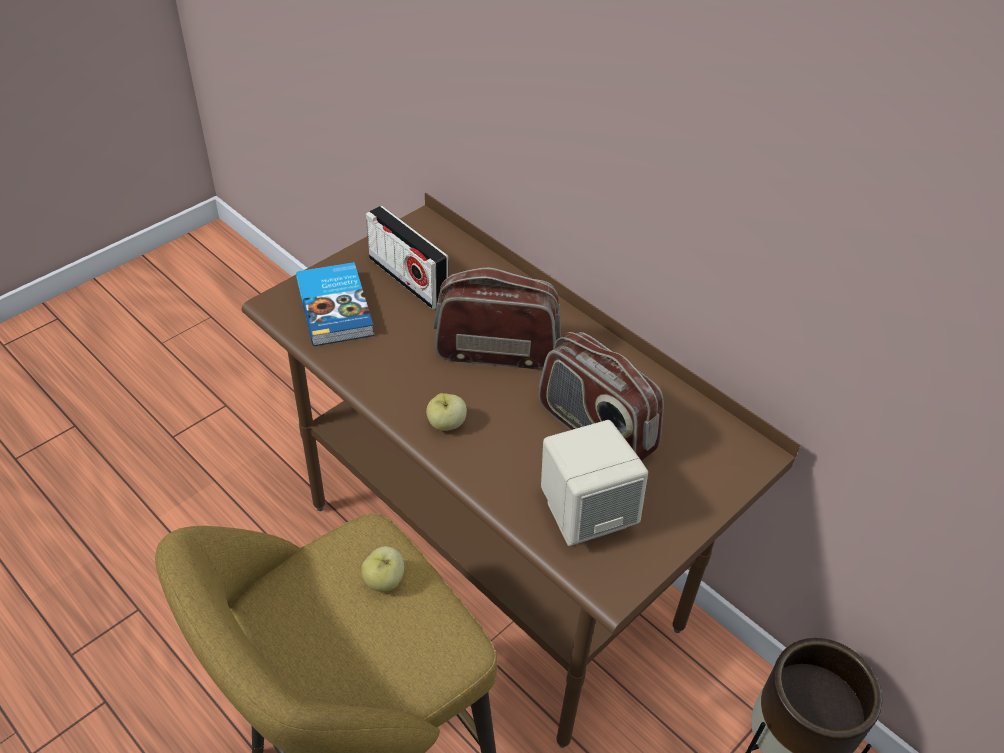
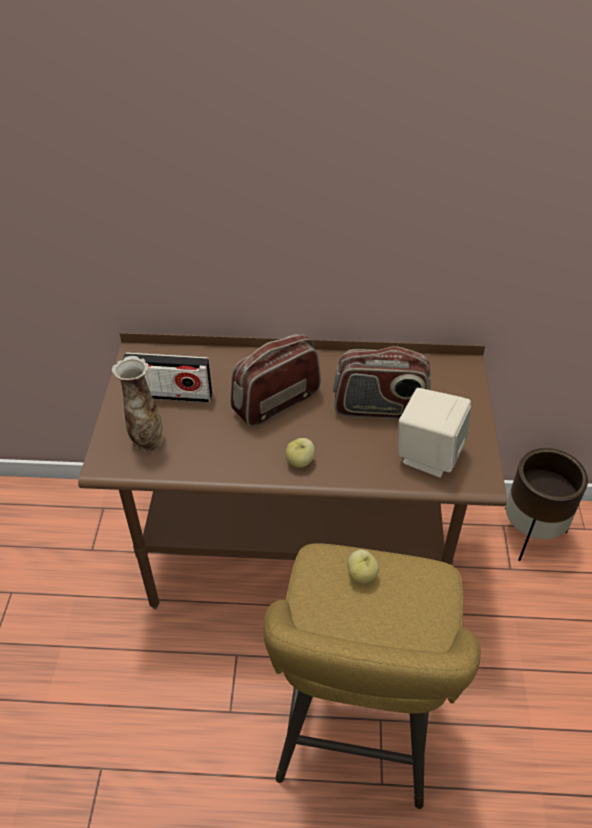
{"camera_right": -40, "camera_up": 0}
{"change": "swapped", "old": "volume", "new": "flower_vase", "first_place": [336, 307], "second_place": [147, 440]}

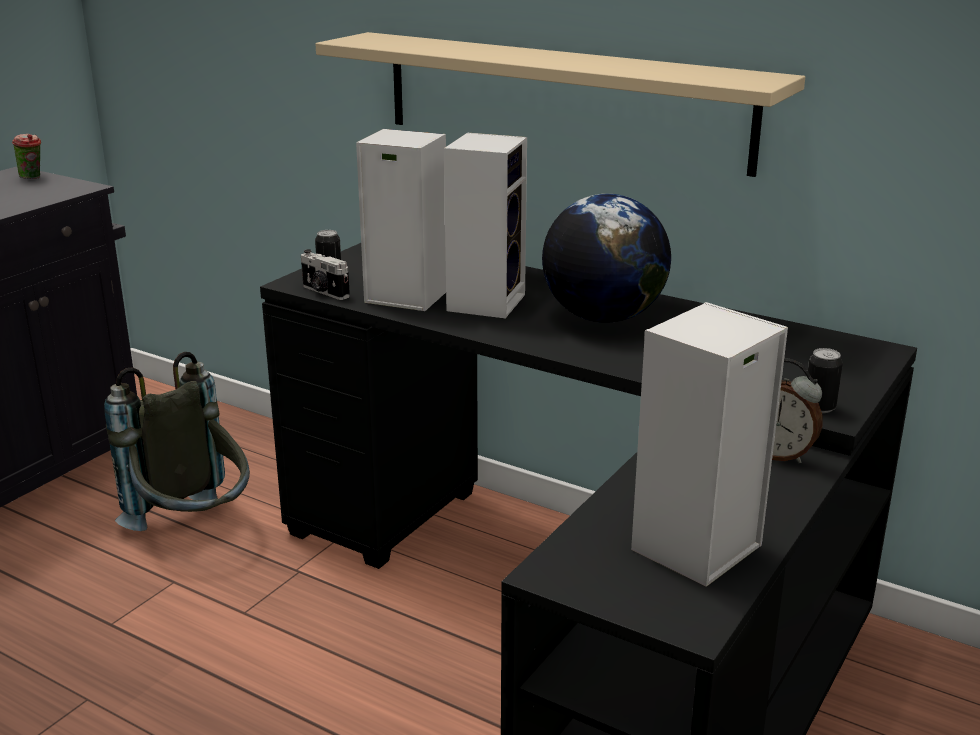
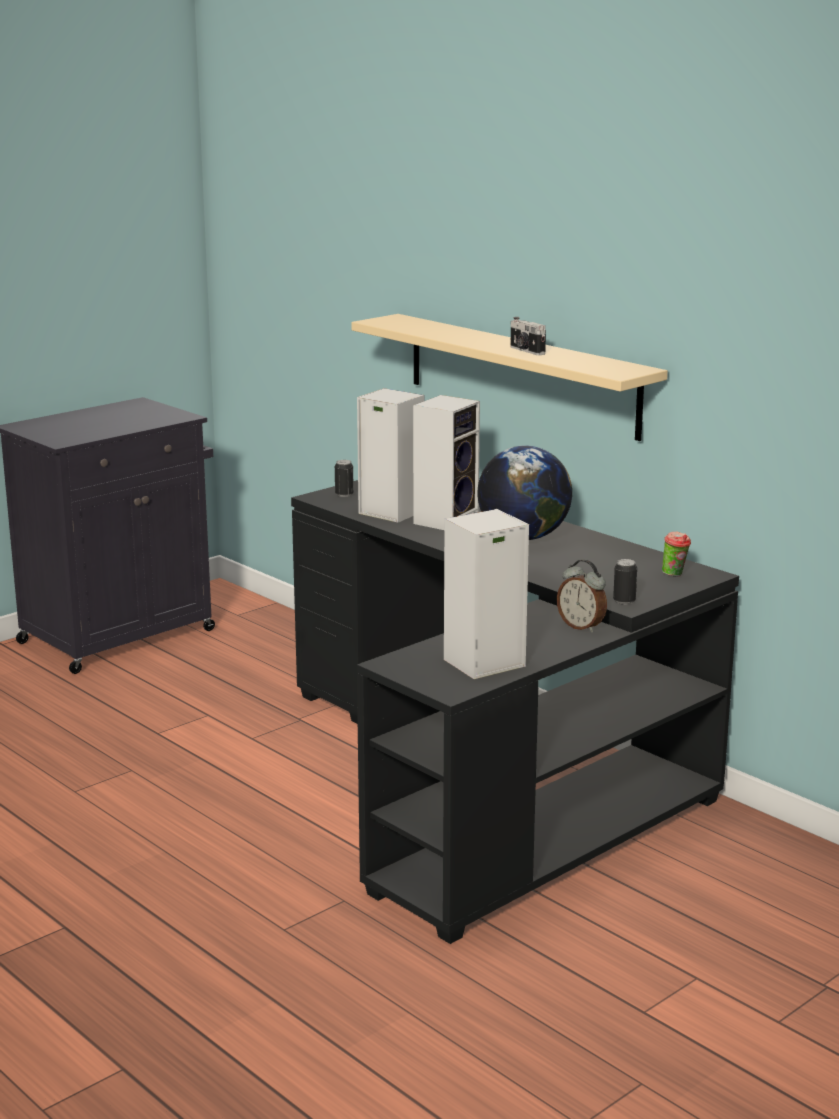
{"camera_right": 15, "camera_up": -5}
{"change": "shifted", "old": "photo_camera", "first_place": [324, 292], "second_place": [526, 351]}
{"change": "shifted", "old": "cup", "first_place": [33, 178], "second_place": [675, 575]}
{"change": "gone", "old": "grey_rucksack", "first_place": [194, 530]}

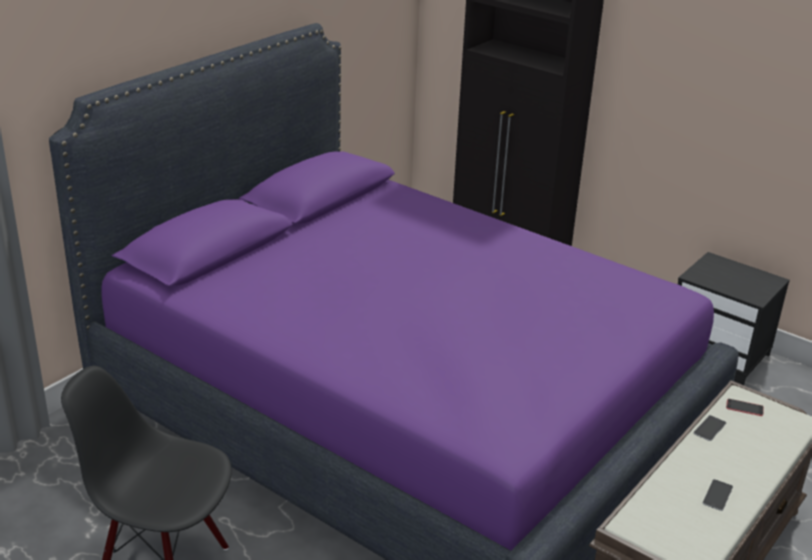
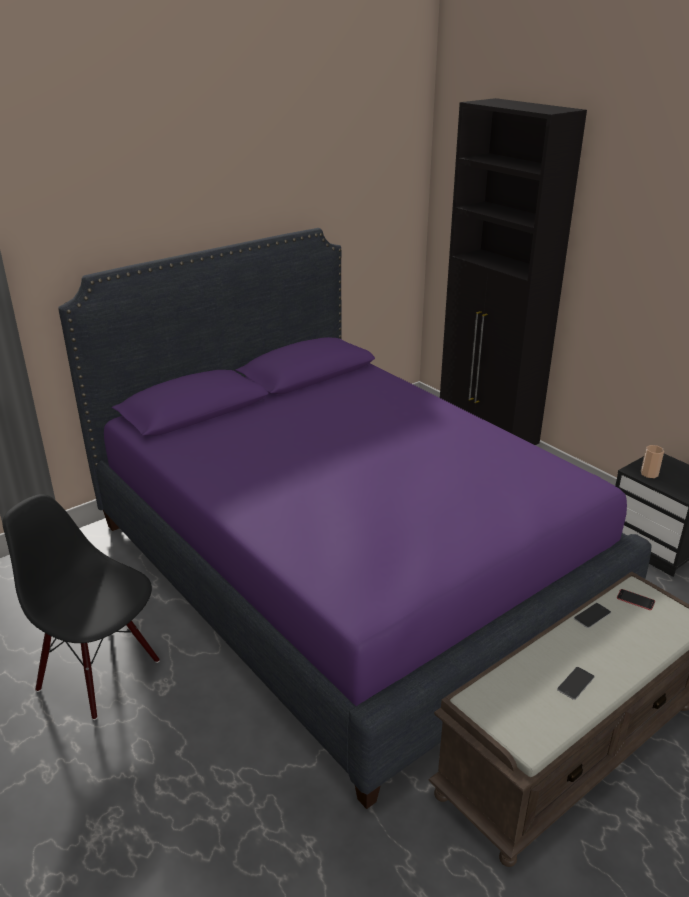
{"camera_right": 15, "camera_up": 0}
{"change": "new", "new": "cup", "second_place": [649, 473]}

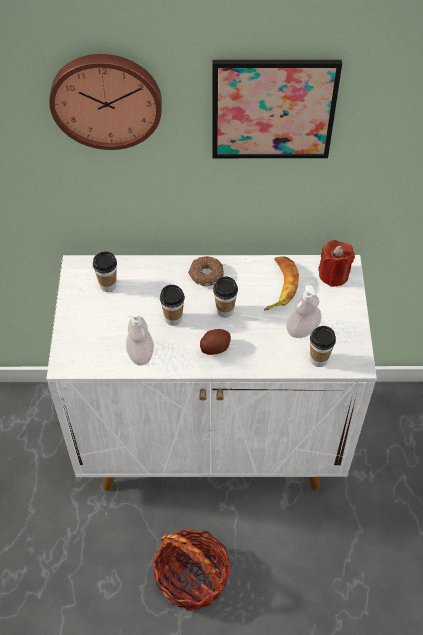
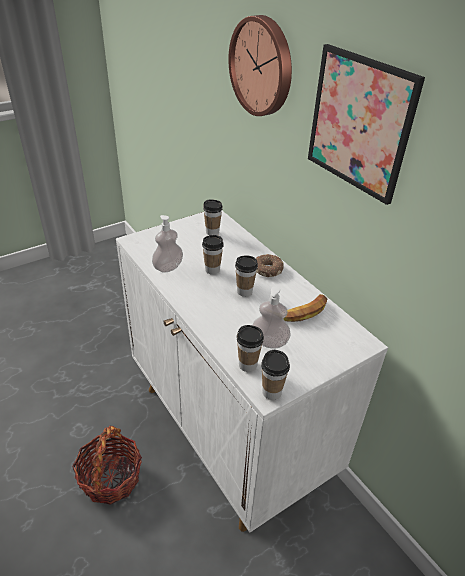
{"camera_right": 55, "camera_up": -15}
{"change": "new", "new": "cup", "second_place": [271, 392]}
{"change": "gone", "old": "whole_potato", "first_place": [215, 347]}
{"change": "gone", "old": "reddish_candle", "first_place": [333, 274]}

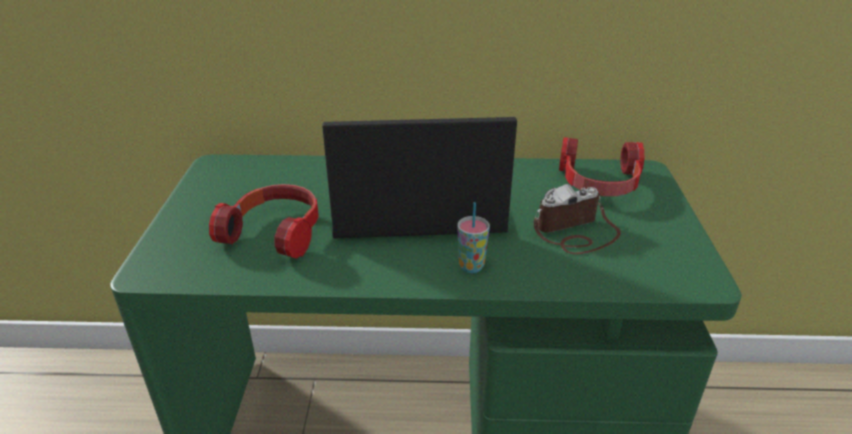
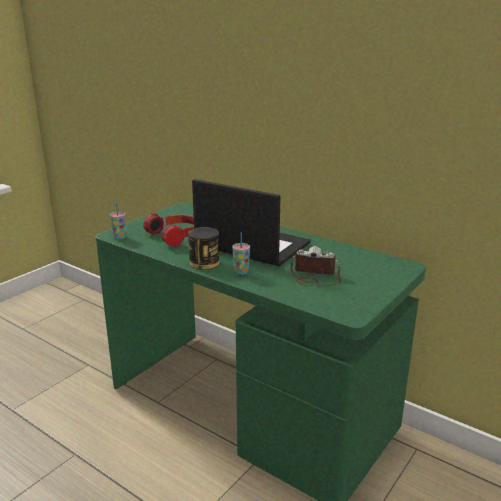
{"camera_right": 35, "camera_up": -10}
{"change": "new", "new": "cup", "second_place": [120, 237]}
{"change": "new", "new": "can", "second_place": [204, 263]}
{"change": "gone", "old": "pair_of_headphones", "first_place": [599, 183]}

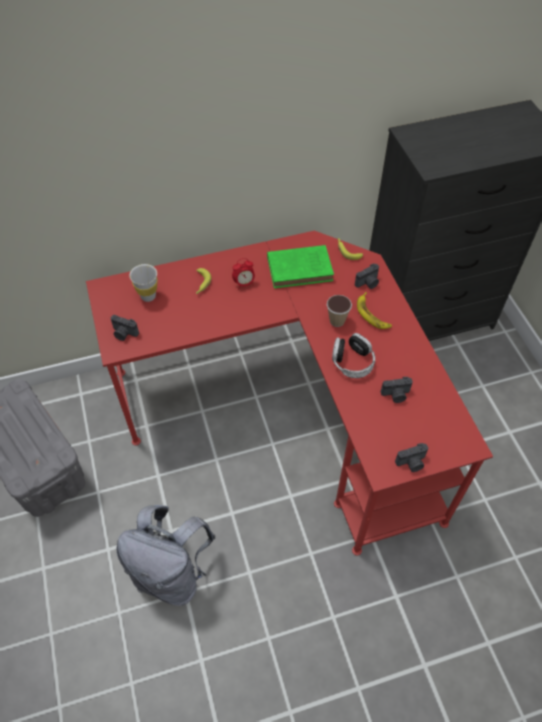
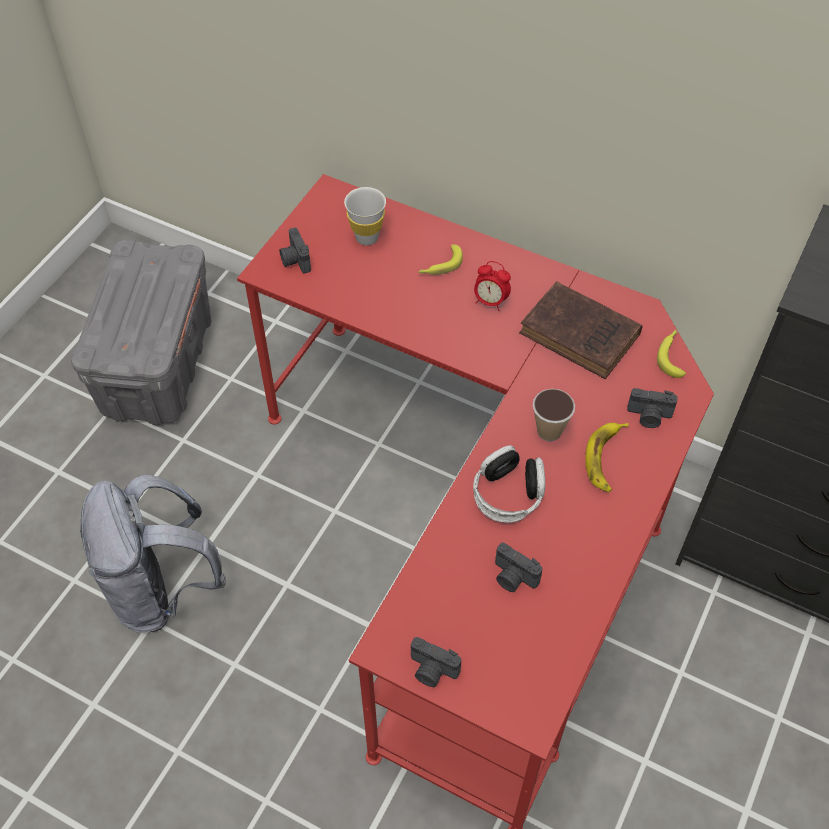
{"camera_right": 45, "camera_up": 0}
{"change": "repainted", "old": "greenish_volume", "new": "brownish_volume", "first_place": [301, 269], "second_place": [582, 335]}

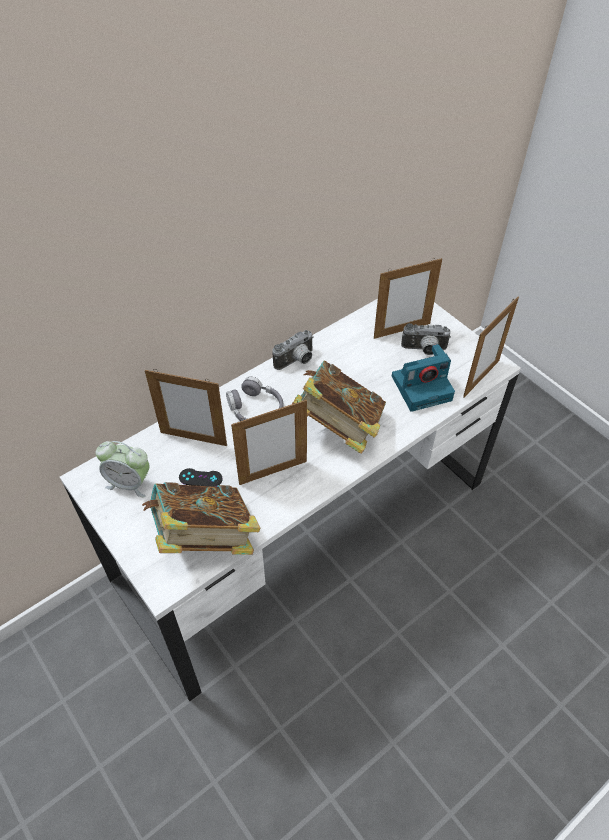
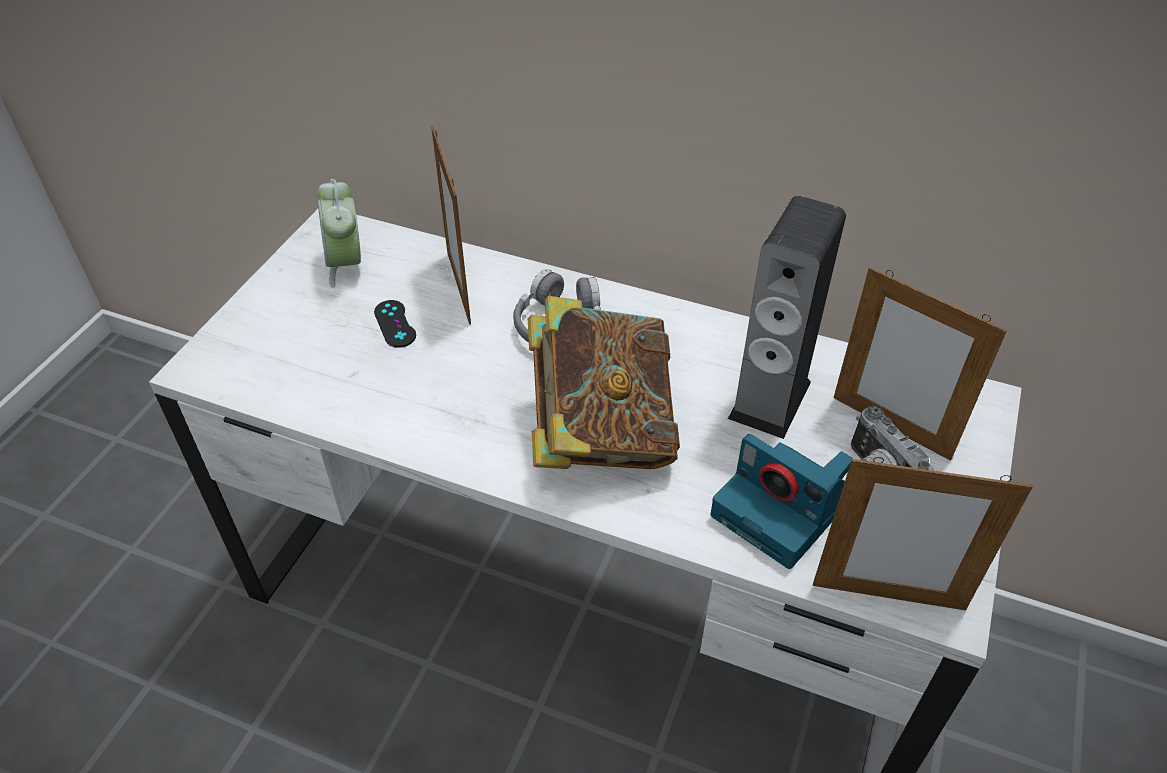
{"camera_right": 60, "camera_up": -5}
{"change": "new", "new": "speaker", "second_place": [770, 400]}
{"change": "gone", "old": "volume", "first_place": [204, 538]}
{"change": "gone", "old": "picture_frame", "first_place": [273, 472]}
{"change": "gone", "old": "photo_camera", "first_place": [296, 361]}

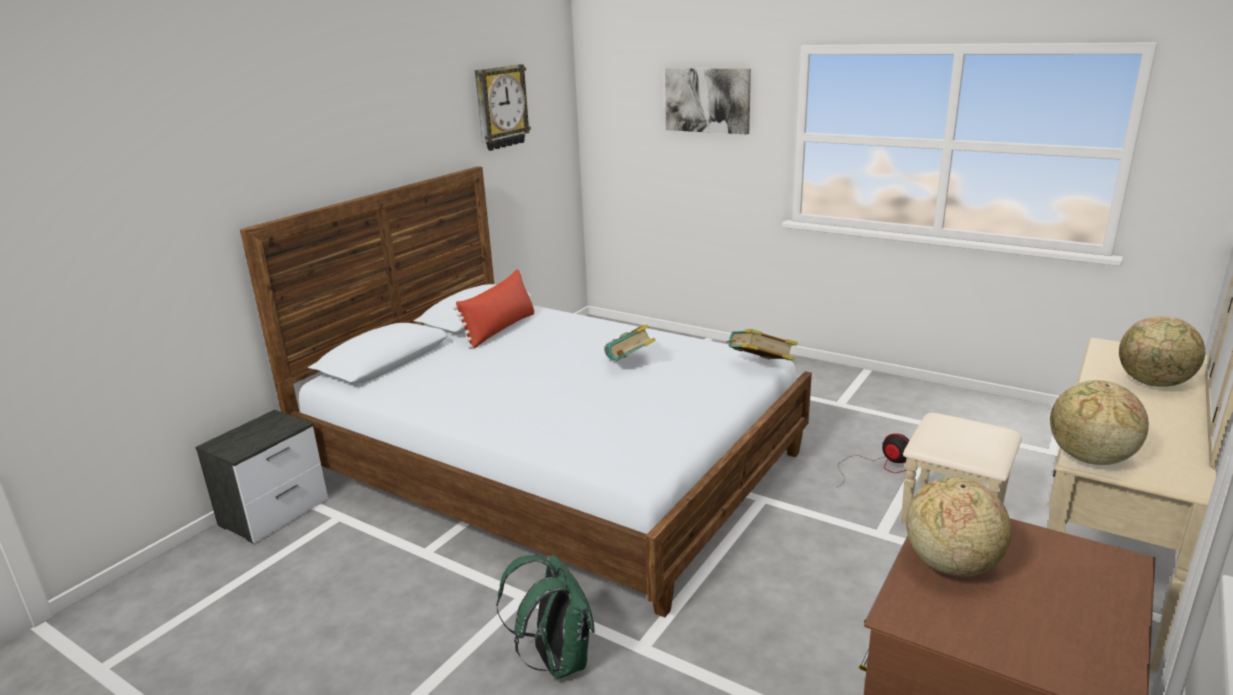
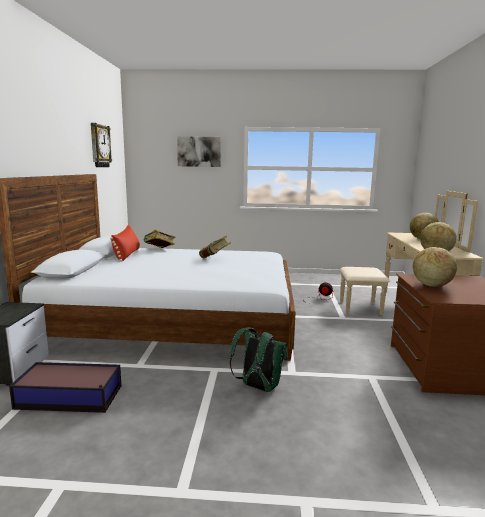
{"camera_right": -30, "camera_up": -10}
{"change": "new", "new": "storage_box", "second_place": [70, 397]}
{"change": "shifted", "old": "volume", "first_place": [759, 366], "second_place": [159, 250]}

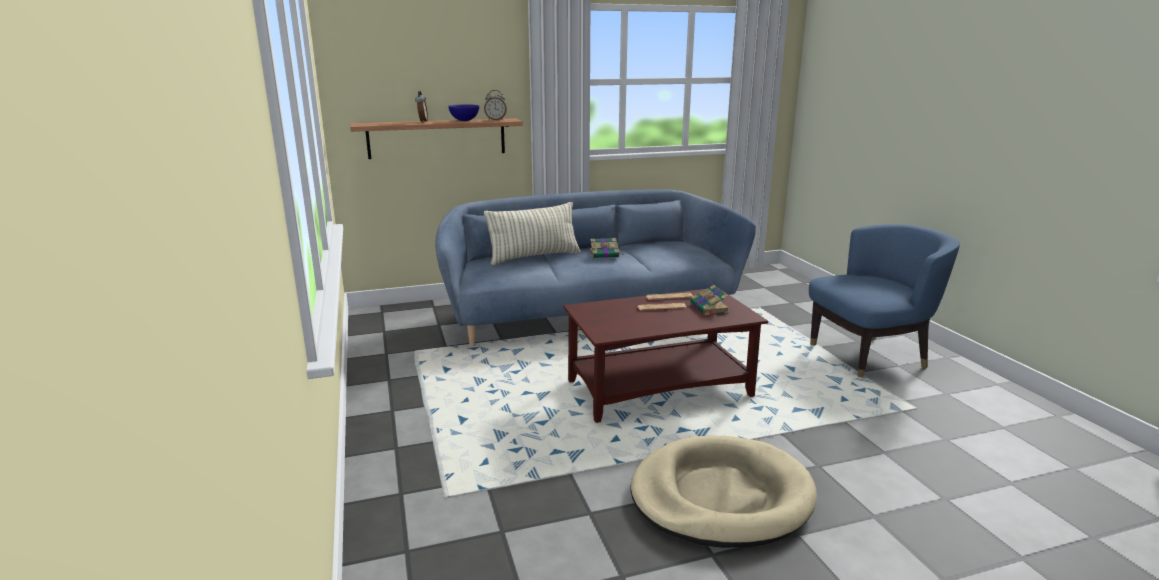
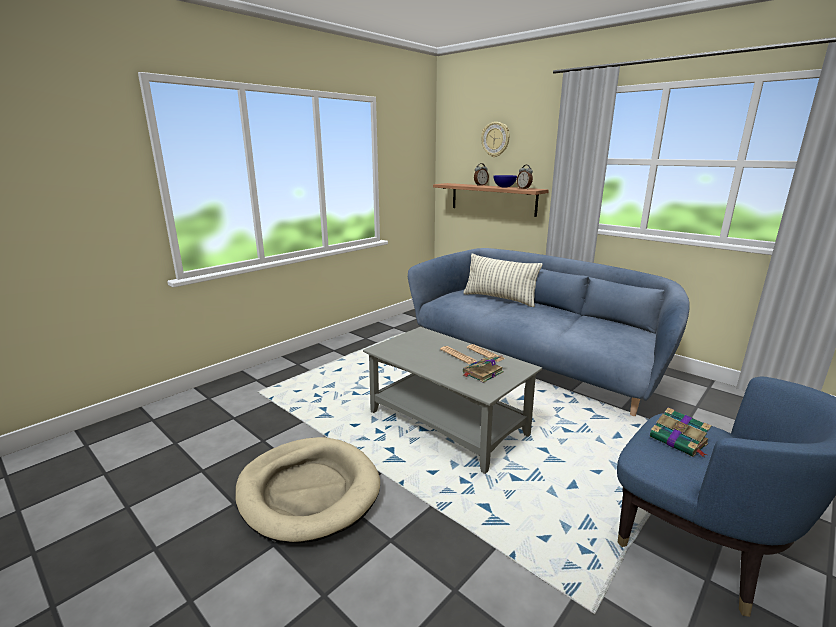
{"camera_right": 60, "camera_up": 0}
{"change": "repainted", "old": "brownish_lounge_table", "new": "grey_lounge_table", "first_place": [660, 388], "second_place": [448, 424]}
{"change": "new", "new": "wall_clock", "second_place": [495, 139]}
{"change": "shifted", "old": "volume", "first_place": [605, 254], "second_place": [679, 441]}

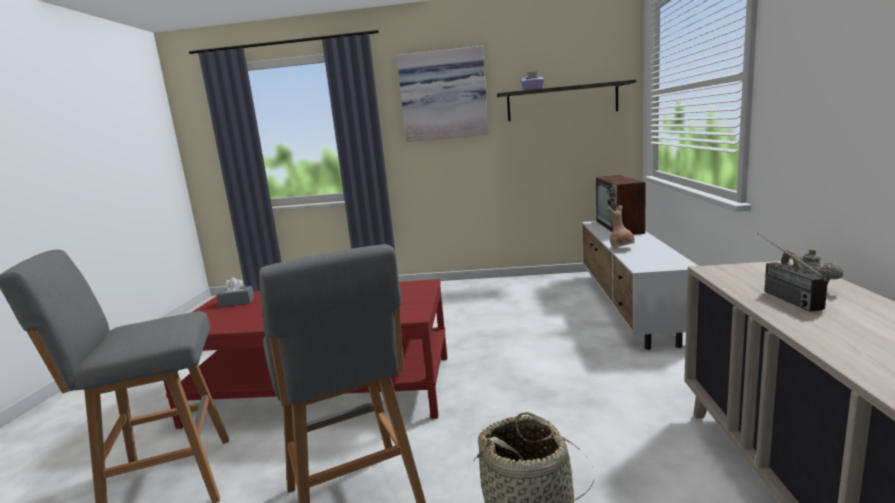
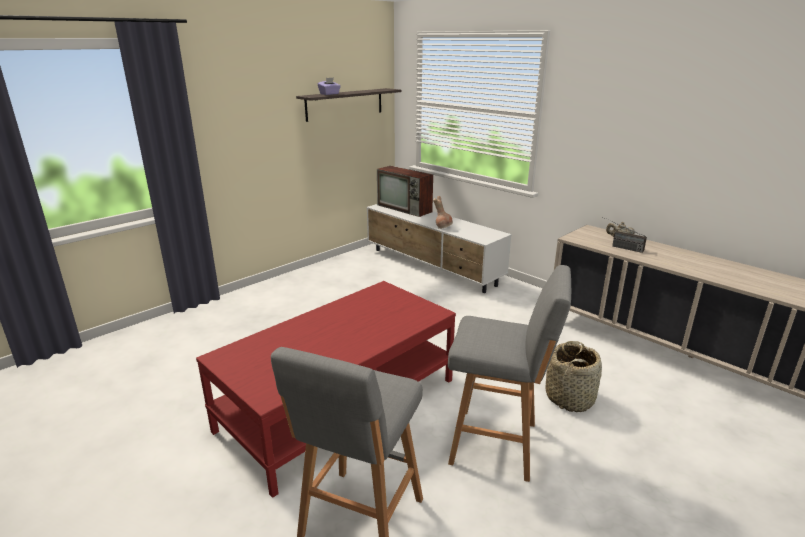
{"camera_right": -50, "camera_up": 10}
{"change": "gone", "old": "grey_box_of_tissues", "first_place": [236, 302]}
{"change": "gone", "old": "picture", "first_place": [443, 95]}

